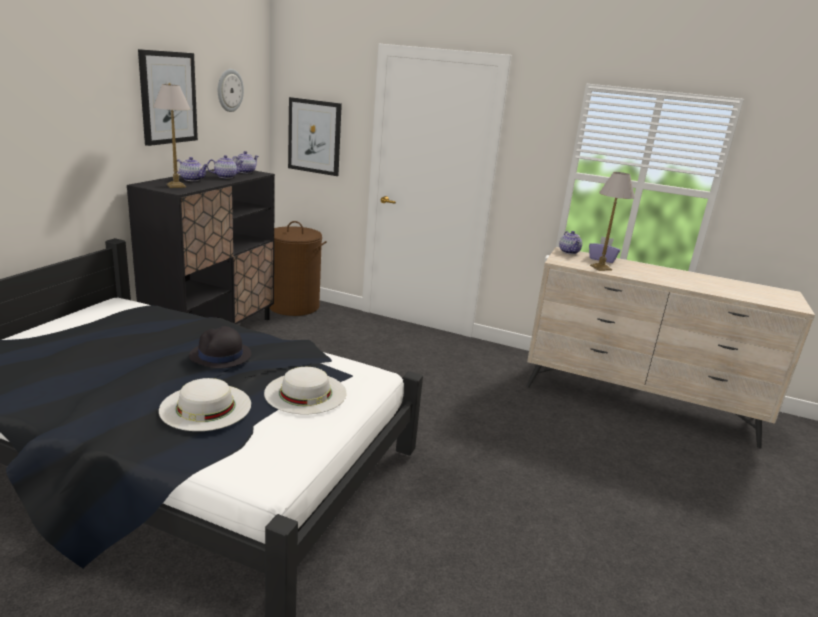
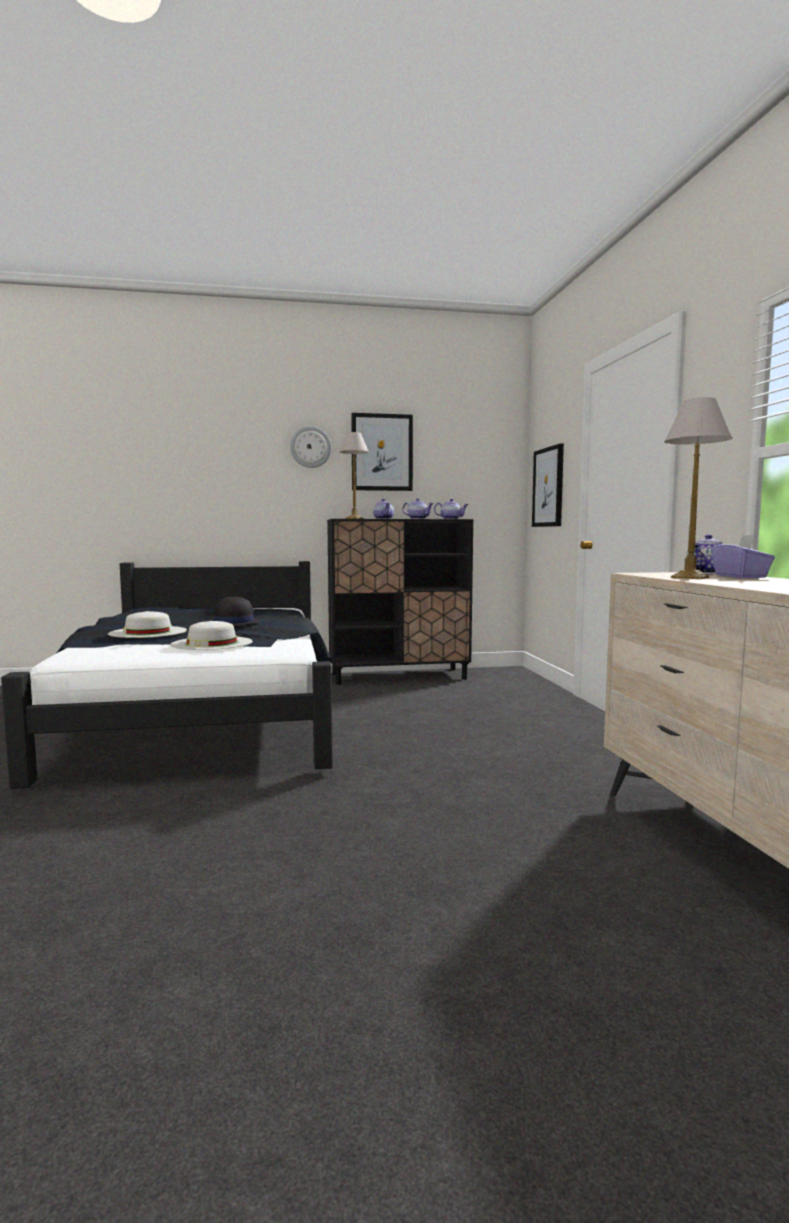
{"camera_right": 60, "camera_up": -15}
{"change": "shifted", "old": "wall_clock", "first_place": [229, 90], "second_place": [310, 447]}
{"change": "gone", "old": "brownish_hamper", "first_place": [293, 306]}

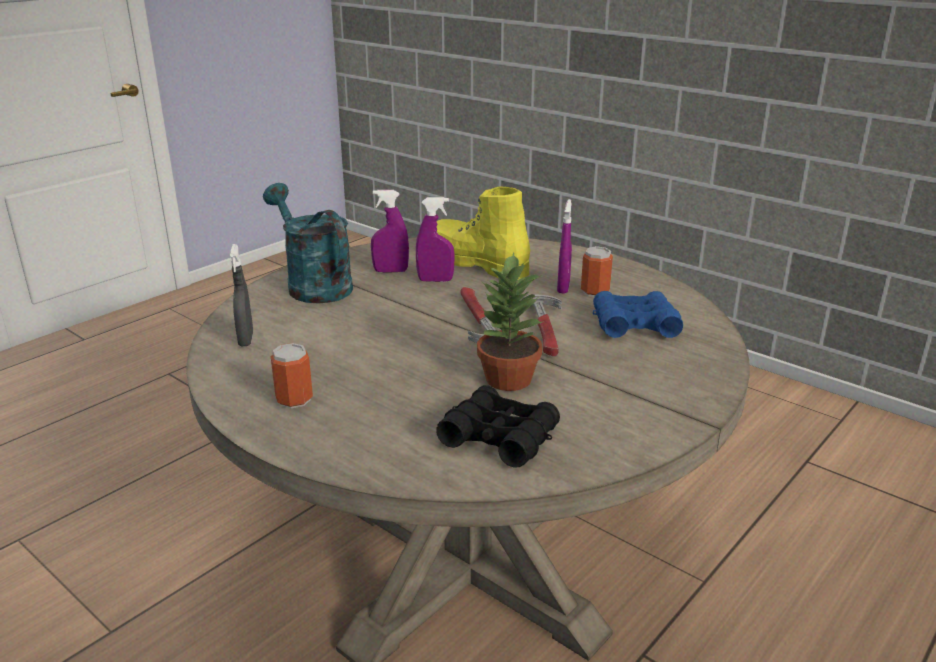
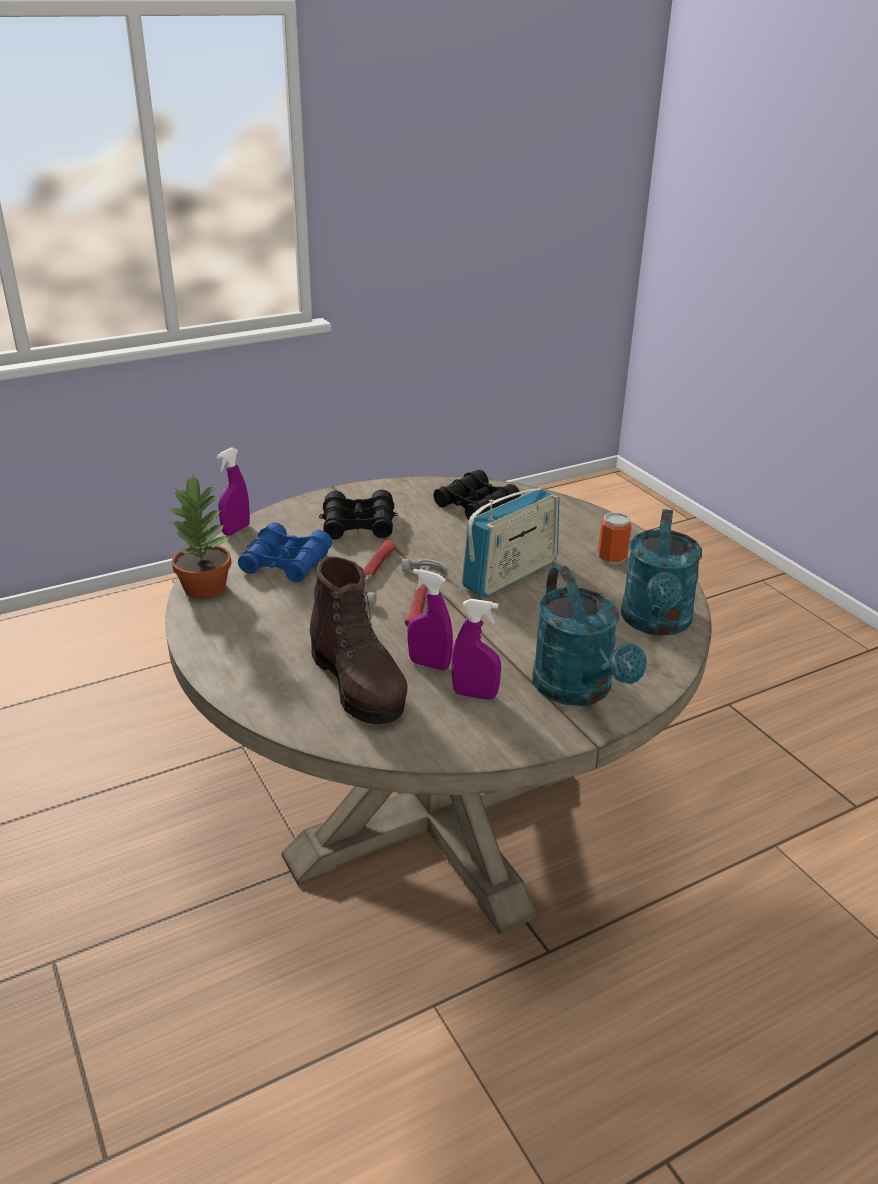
{"camera_right": -160, "camera_up": 5}
{"change": "shifted", "old": "houseplant", "first_place": [507, 380], "second_place": [206, 588]}
{"change": "shifted", "old": "purplish_hand_sprayer", "first_place": [563, 287], "second_place": [236, 530]}
{"change": "repainted", "old": "yellowish_high-top_boot", "new": "brownish_high-top_boot", "first_place": [477, 263], "second_place": [358, 684]}
{"change": "new", "new": "black-coloured_pair_of_binoculars", "second_place": [358, 525]}
{"change": "new", "new": "radio_receiver", "second_place": [510, 575]}
{"change": "swapped", "old": "grey_hand_sprayer", "new": "turquoise-coloured_watering_can", "first_place": [246, 339], "second_place": [656, 623]}
{"change": "gone", "old": "can", "first_place": [595, 291]}

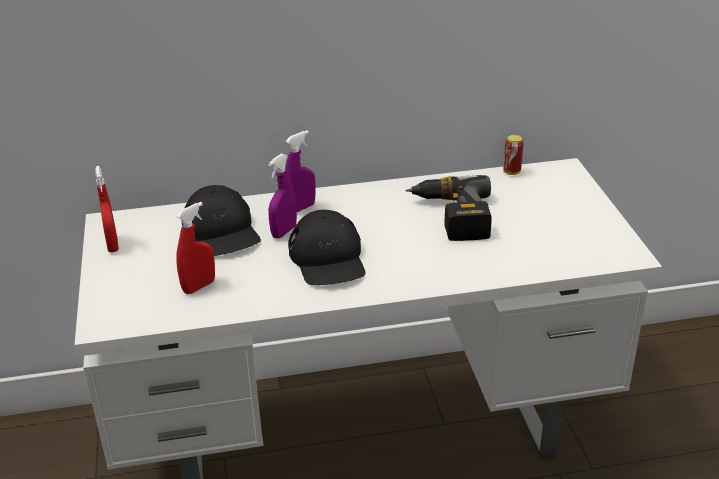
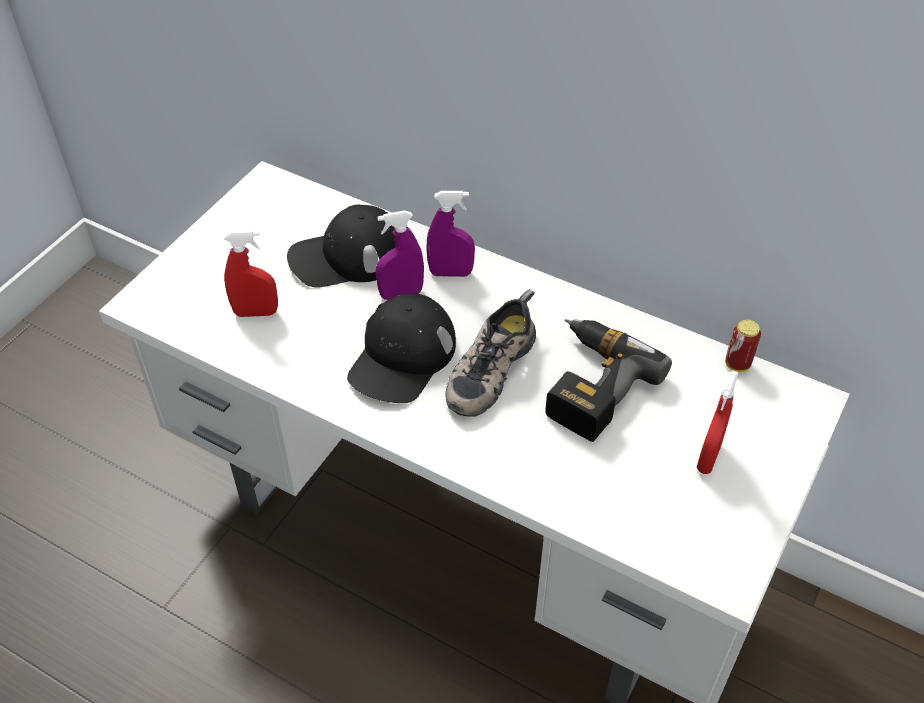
{"camera_right": 40, "camera_up": 15}
{"change": "rotated", "old": "black-coloured_peaked_cap", "first_place": [222, 231], "second_place": [348, 256], "degrees": 60}
{"change": "new", "new": "low_shoe", "second_place": [489, 367]}
{"change": "shifted", "old": "reddish_hand_sprayer", "first_place": [112, 245], "second_place": [708, 457]}

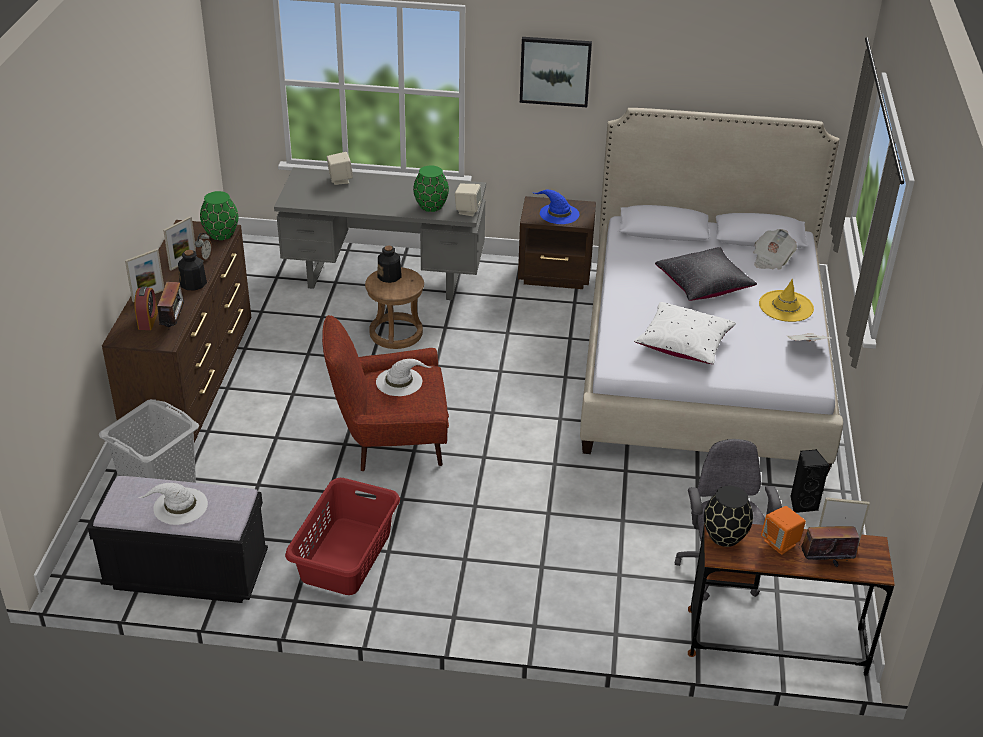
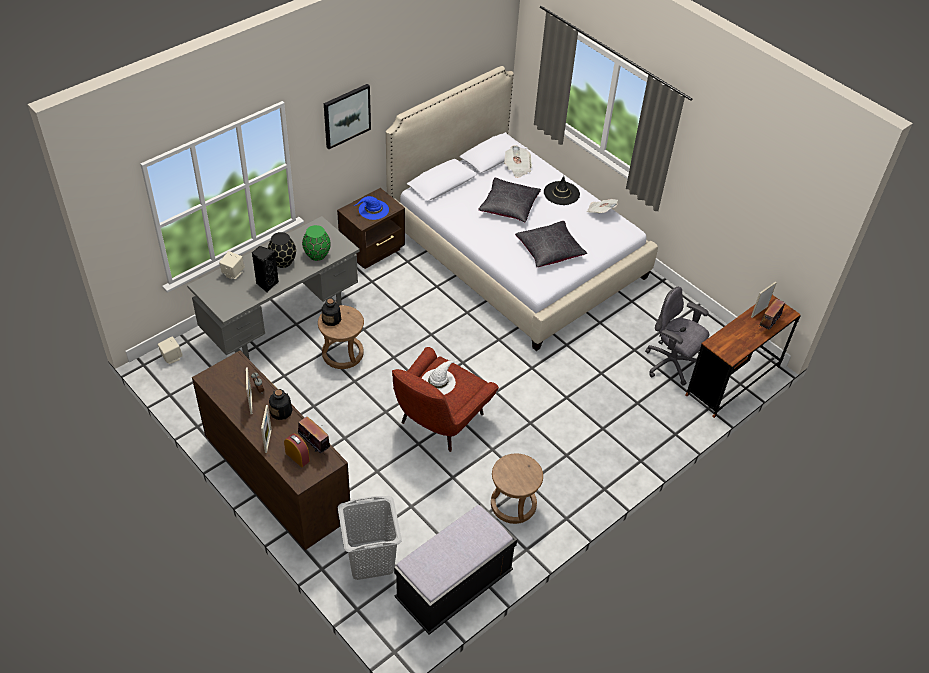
{"camera_right": -50, "camera_up": 10}
{"change": "shifted", "old": "beige_speaker", "first_place": [467, 210], "second_place": [171, 357]}
{"change": "shifted", "old": "black-coloured_speaker", "first_place": [802, 504], "second_place": [266, 283]}
{"change": "shifted", "old": "black-coloured_flower_vase", "first_place": [725, 536], "second_place": [283, 262]}
{"change": "swapped", "old": "reddish_hamper", "new": "brownish_stool", "first_place": [345, 556], "second_place": [513, 504]}
{"change": "repainted", "old": "white-coloured_pillow", "new": "black-coloured_pillow", "first_place": [683, 344], "second_place": [549, 251]}
{"change": "repainted", "old": "yellowish_clothing_hat", "new": "black-coloured_clothing_hat", "first_place": [786, 306], "second_place": [561, 193]}
{"change": "gone", "old": "white-coloured_clothing_hat", "first_place": [179, 506]}
{"change": "gone", "old": "greenish_flower_vase", "first_place": [220, 234]}
{"change": "gone", "old": "orange-coloured_speaker", "first_place": [780, 543]}

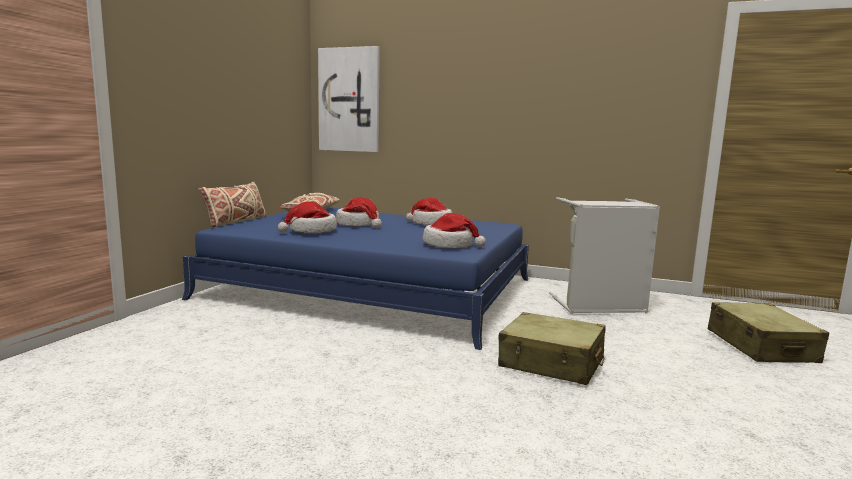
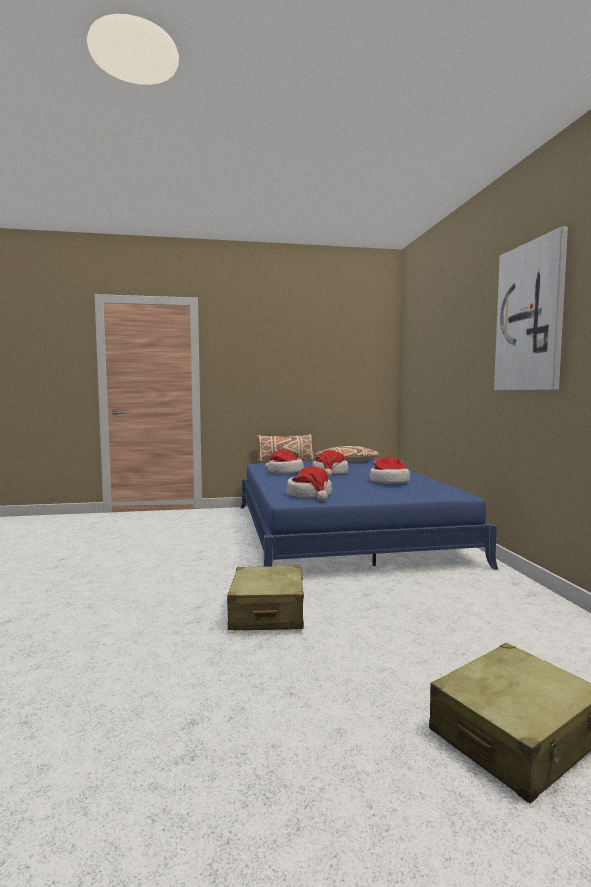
{"camera_right": 60, "camera_up": -5}
{"change": "shifted", "old": "picture", "first_place": [349, 100], "second_place": [530, 317]}
{"change": "gone", "old": "grey_hamper", "first_place": [599, 307]}

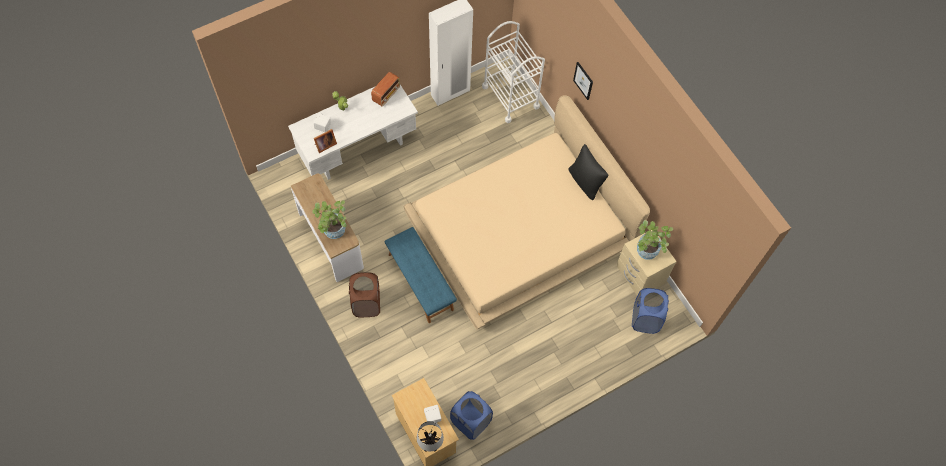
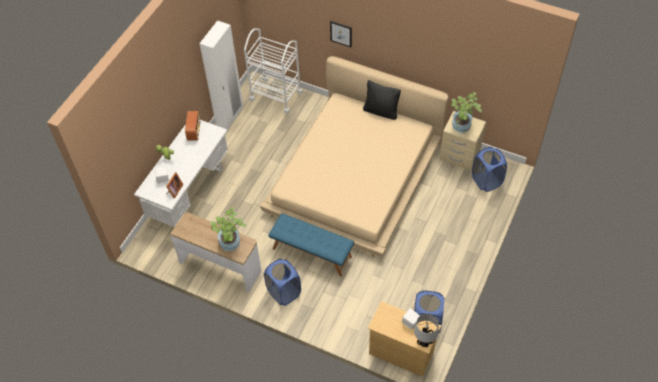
{"camera_right": -30, "camera_up": -10}
{"change": "repainted", "old": "brownish_hamper", "new": "blue-coloured_hamper", "first_place": [366, 303], "second_place": [284, 292]}

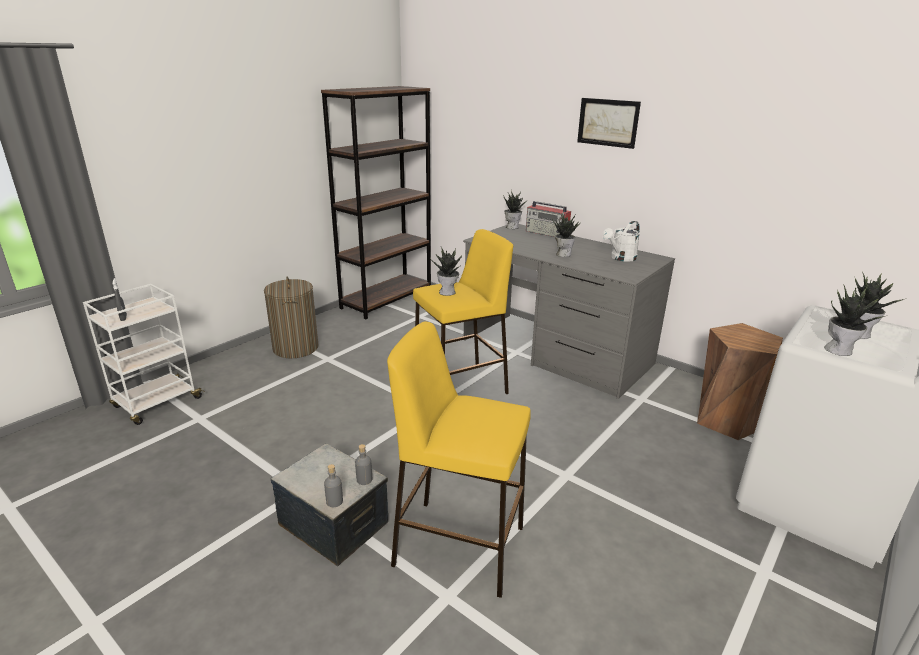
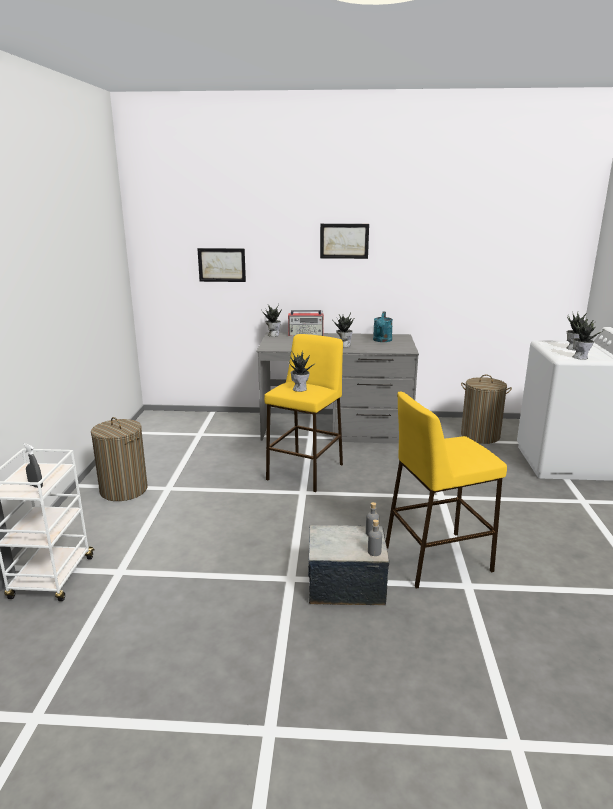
{"camera_right": -35, "camera_up": -5}
{"change": "new", "new": "picture", "second_place": [221, 265]}
{"change": "repainted", "old": "white-coloured_watering_can", "new": "turquoise-coloured_watering_can", "first_place": [620, 258], "second_place": [382, 340]}
{"change": "swapped", "old": "brownish_stool", "new": "hamper", "first_place": [727, 420], "second_place": [480, 436]}
{"change": "gone", "old": "brownish_shelving_unit", "first_place": [387, 299]}

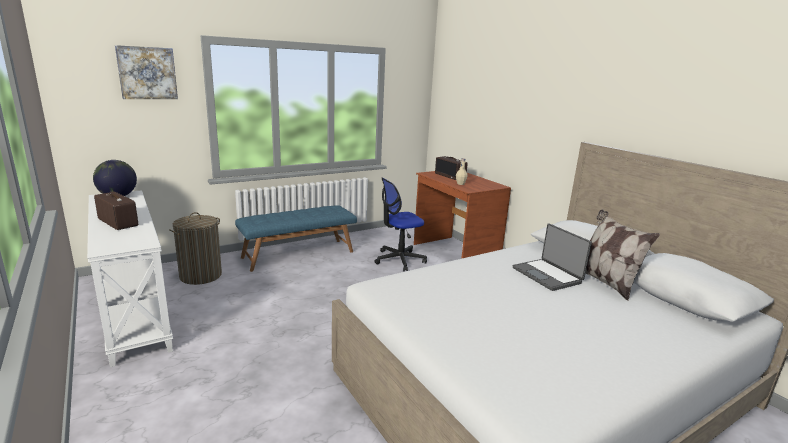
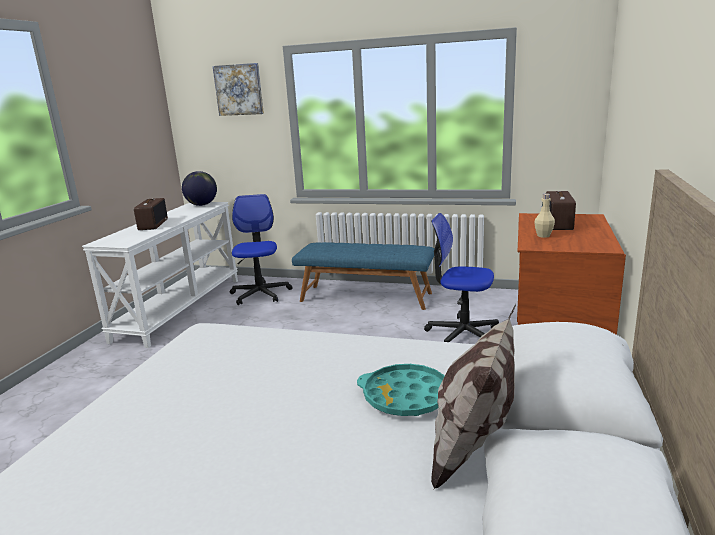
{"camera_right": 50, "camera_up": 0}
{"change": "swapped", "old": "hamper", "new": "computer_chair", "first_place": [201, 275], "second_place": [260, 294]}
{"change": "swapped", "old": "laptop", "new": "turquoise-coloured_carrying_tray", "first_place": [547, 275], "second_place": [406, 397]}

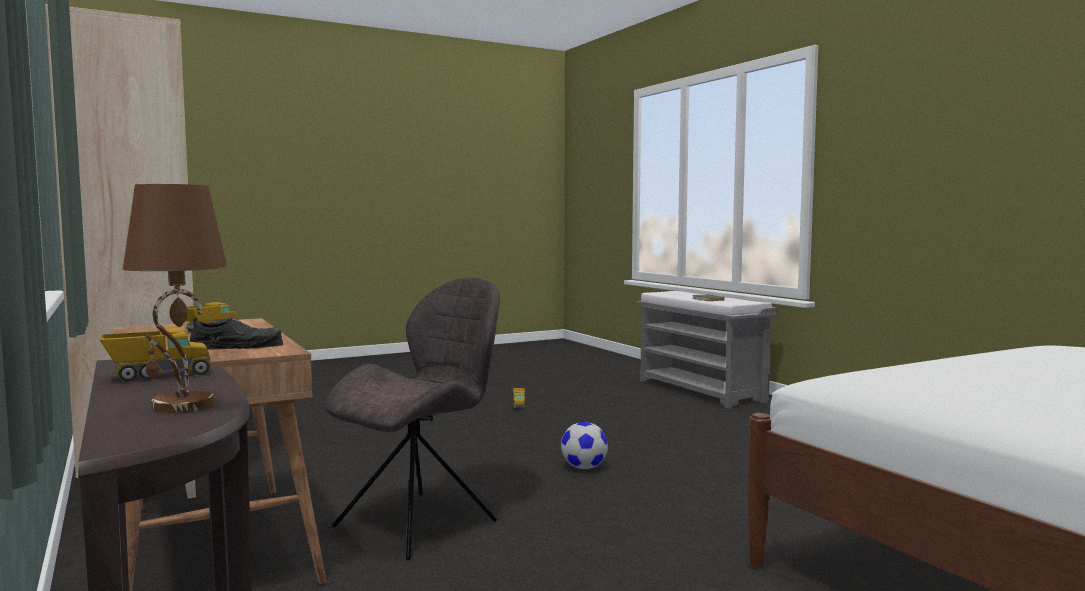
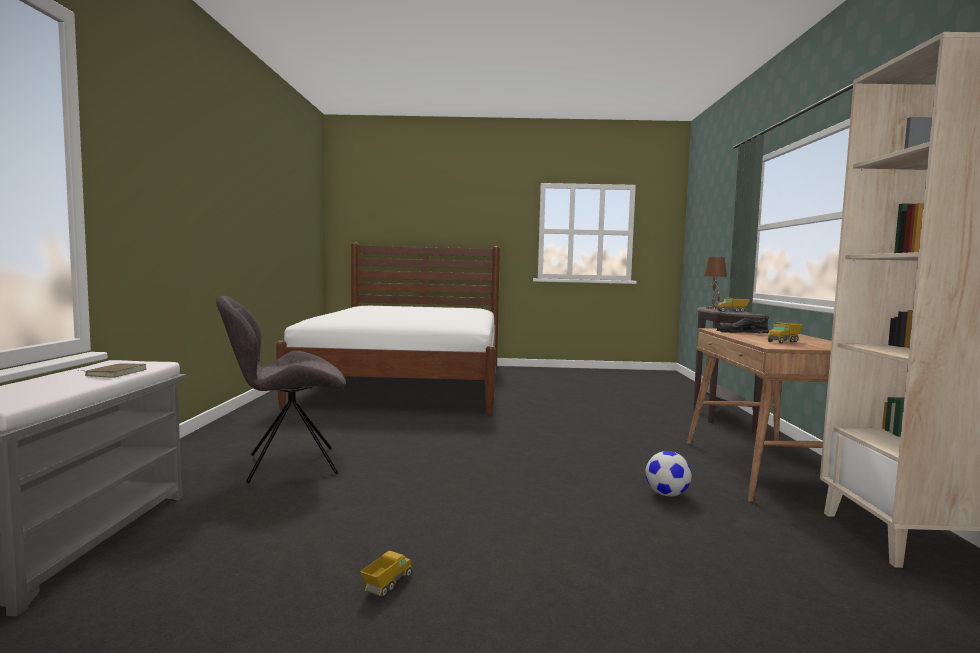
{"camera_right": -150, "camera_up": 0}
{"change": "shifted", "old": "grey_chair", "first_place": [421, 522], "second_place": [287, 464]}
{"change": "shifted", "old": "football_ball", "first_place": [584, 468], "second_place": [666, 494]}

